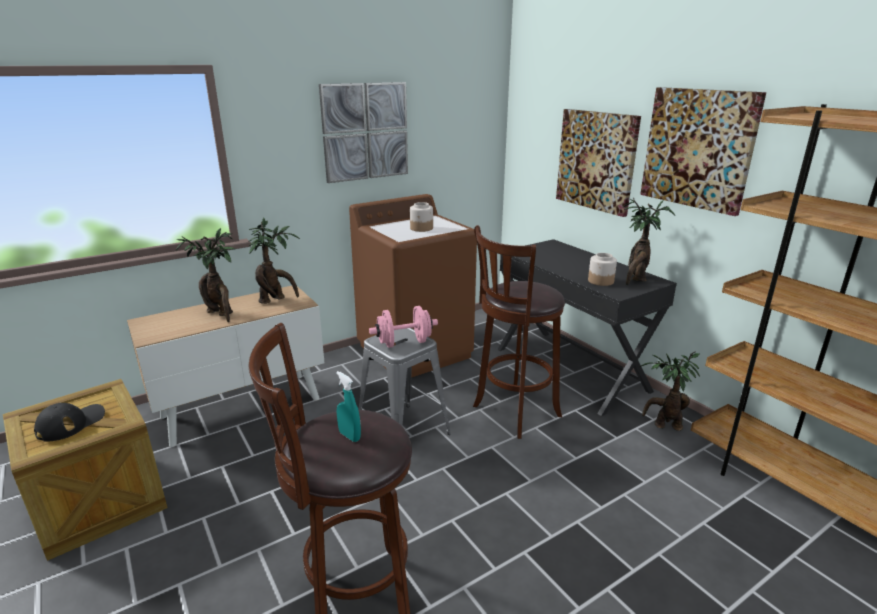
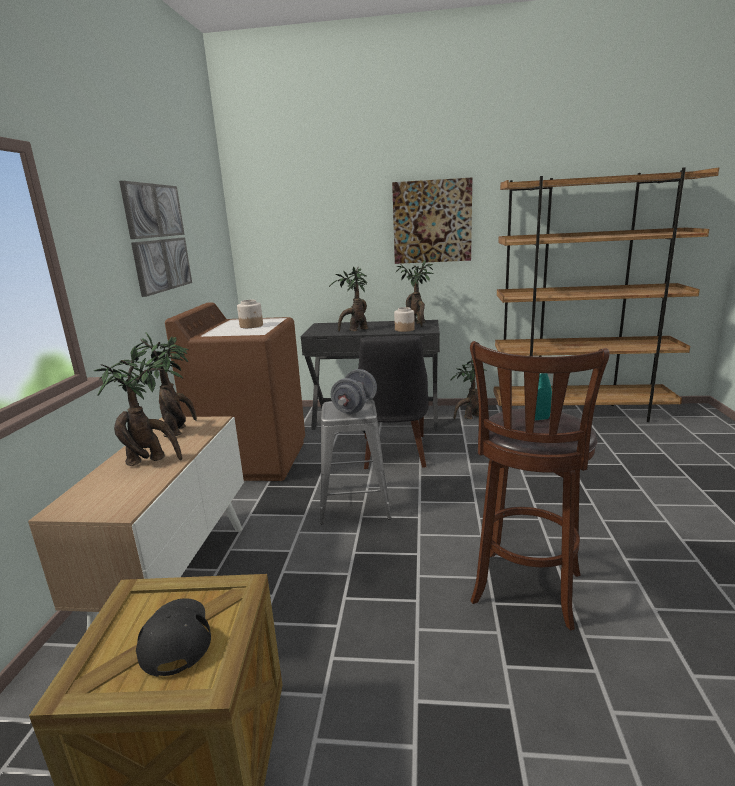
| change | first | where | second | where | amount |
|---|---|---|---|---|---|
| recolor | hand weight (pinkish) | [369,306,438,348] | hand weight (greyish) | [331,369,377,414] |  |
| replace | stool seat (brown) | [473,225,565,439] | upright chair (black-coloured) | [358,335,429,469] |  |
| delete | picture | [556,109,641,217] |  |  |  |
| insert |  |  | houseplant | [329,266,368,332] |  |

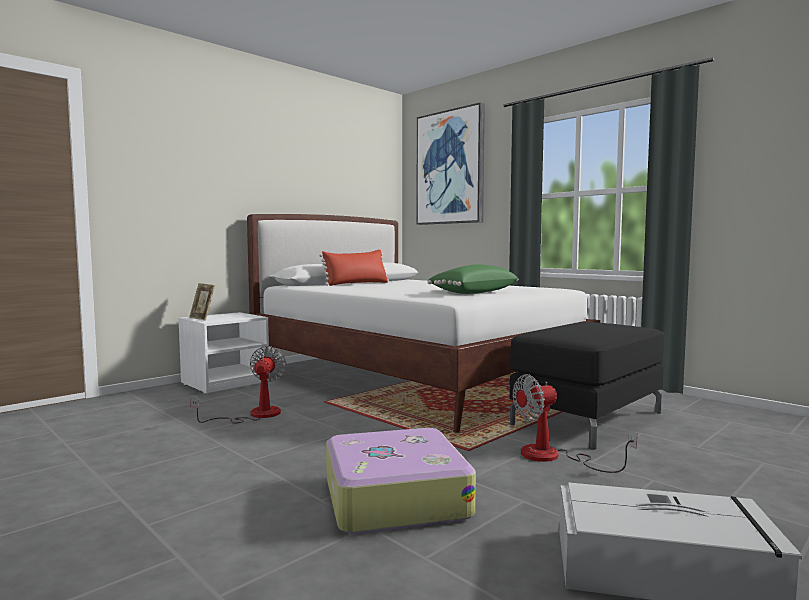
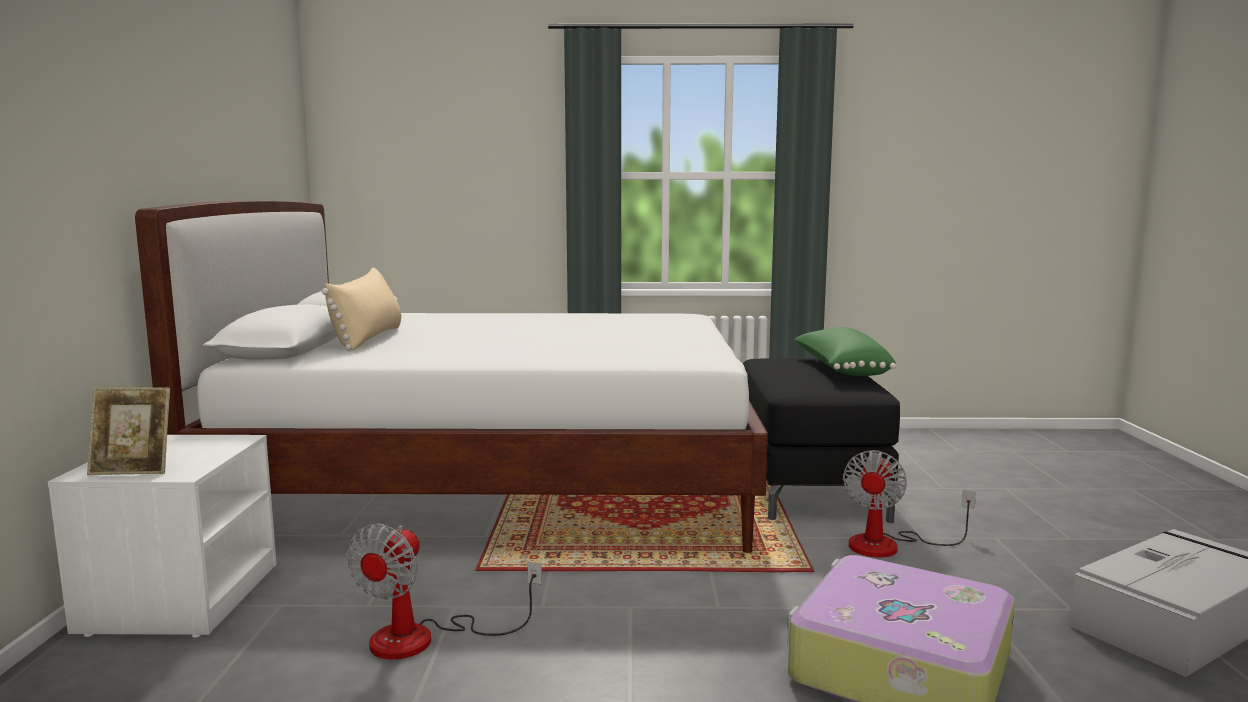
| change | first | where | second | where | amount |
|---|---|---|---|---|---|
| rotate | electric fan | [190,346,286,423] |  | [347,523,542,659] | 120 degrees counterclockwise |
| recolor | throw pillow (red-coloured) | [319,249,389,286] | throw pillow (beige-coloured) | [321,267,401,351] |  |
| delete | picture | [417,102,485,225] |  |  |  |
| move | throw pillow (greenish) | [428,264,518,294] |  | [794,327,896,376] |  |

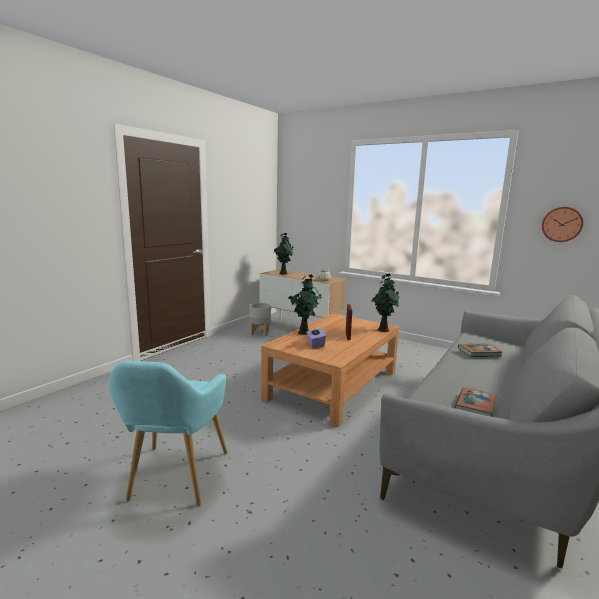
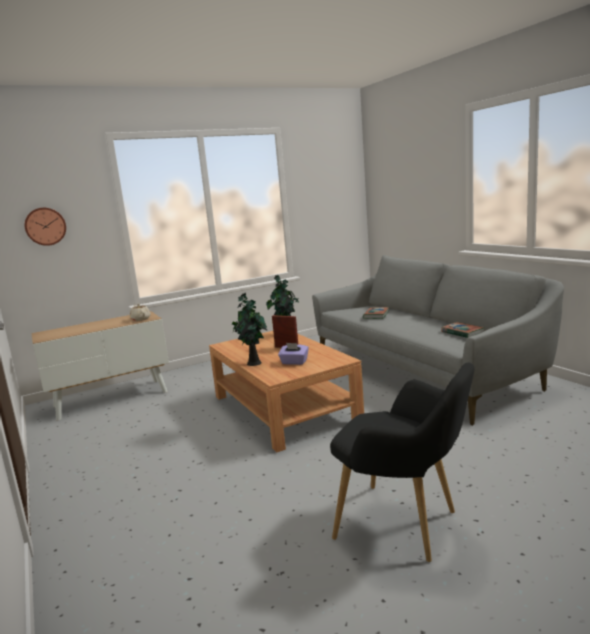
| change | first | where | second | where | amount |
|---|---|---|---|---|---|
| recolor | lounge chair (turquoise) | [109,361,227,506] | lounge chair (black-coloured) | [330,363,475,562] |  |
| delete | flower pot (greyish) | [250,303,271,336] |  |  |  |
| delete | houseplant | [273,233,294,275] |  |  |  |
| move | clock on the wall | [542,207,583,242] |  | [25,208,66,246] |  |

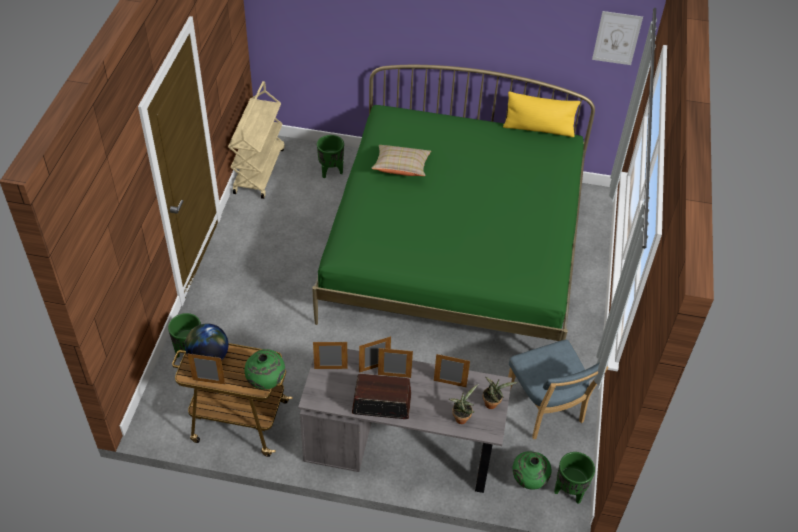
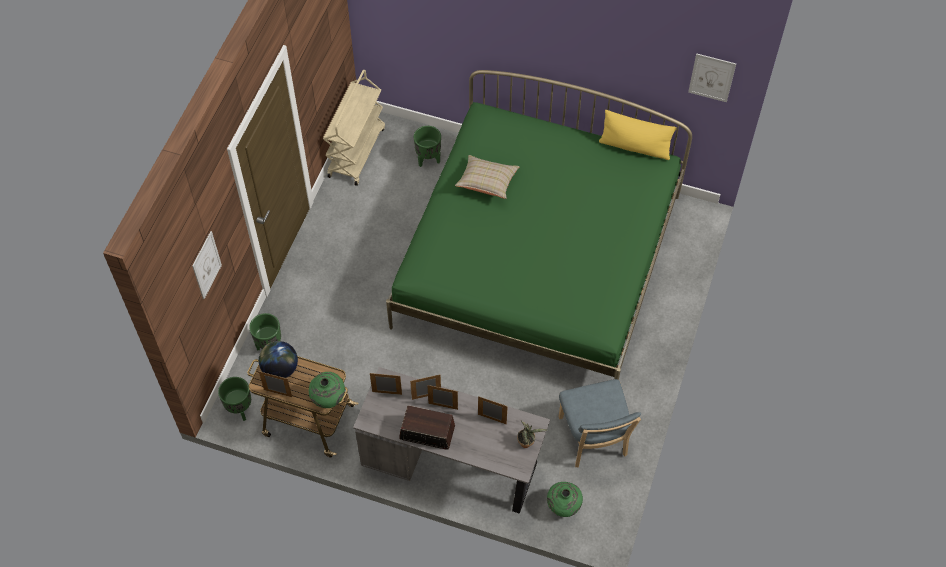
| change | first | where | second | where | amount |
|---|---|---|---|---|---|
| delete | houseplant | [448,384,478,424] |  |  |  |
| move | flower pot (greenish) | [554,452,595,504] |  | [218,377,251,421] |  |
| insert |  |  | picture | [192,231,222,299] |  |

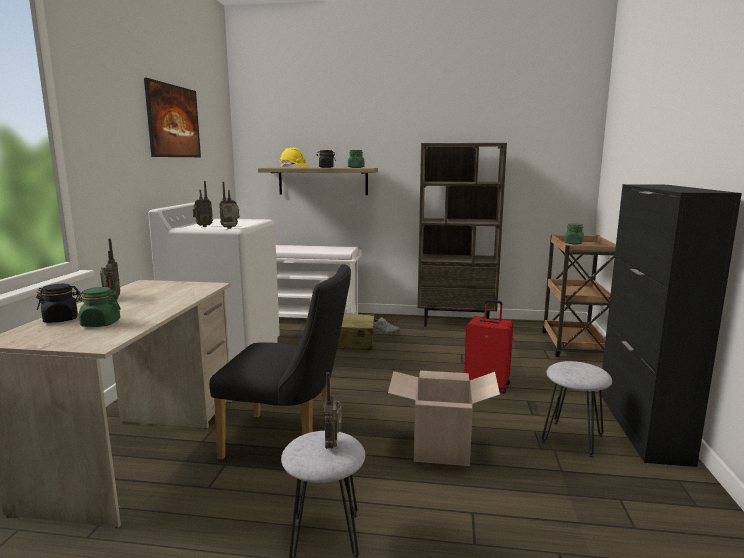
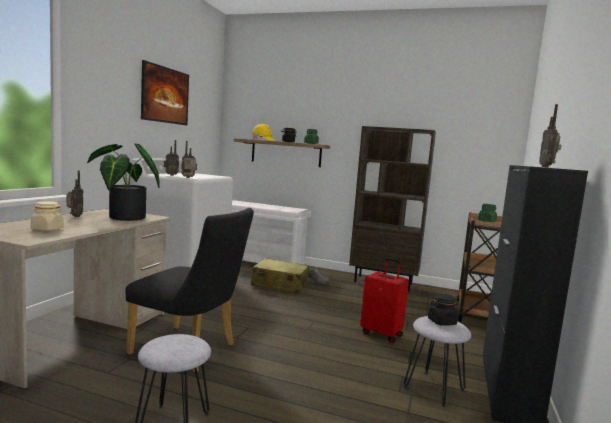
| change | first | where | second | where | amount |
|---|---|---|---|---|---|
| move | preserve jar (black-coloured) | [36,284,80,323] |  | [428,294,459,326] |  |
| recolor | preserve jar (greenish) | [75,287,121,327] | preserve jar (beige-coloured) | [31,201,64,231] |  |
| move | radio receiver | [324,372,342,449] |  | [539,104,561,167] |  |
| delete | cardboard box | [388,371,500,466] |  |  |  |
| insert |  |  | houseplant | [87,144,159,221] |  |

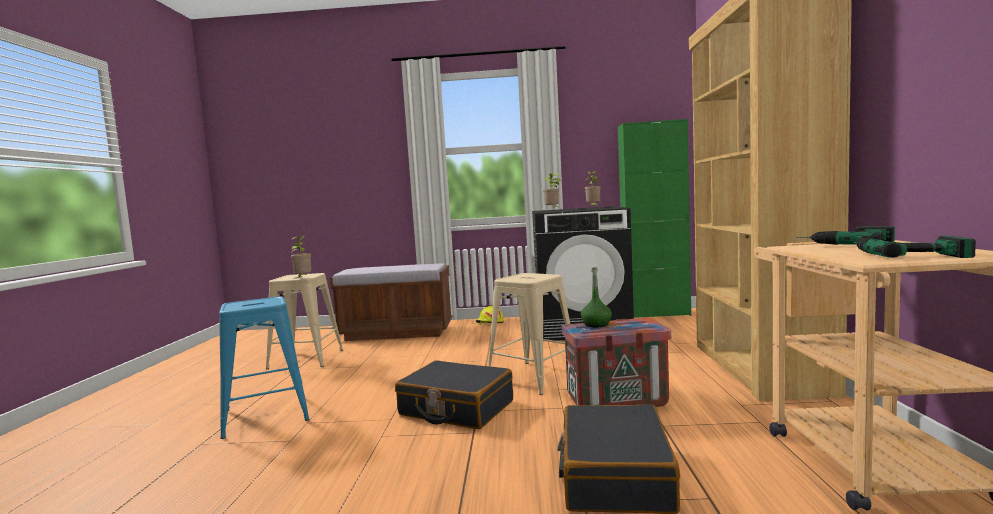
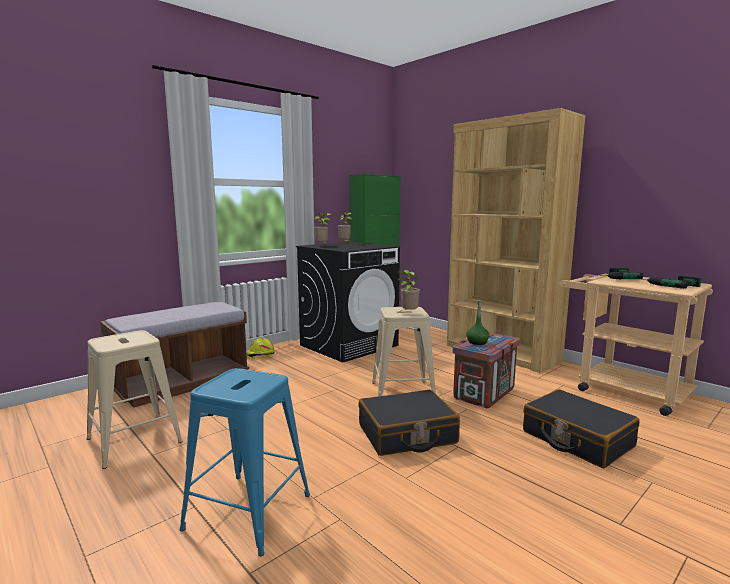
| change | first | where | second | where | amount |
|---|---|---|---|---|---|
| move | houseplant | [290,235,311,278] |  | [397,270,420,313] |  |

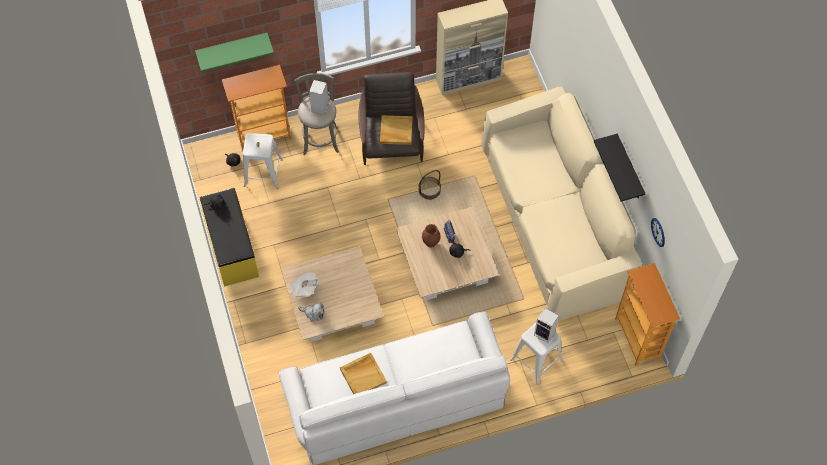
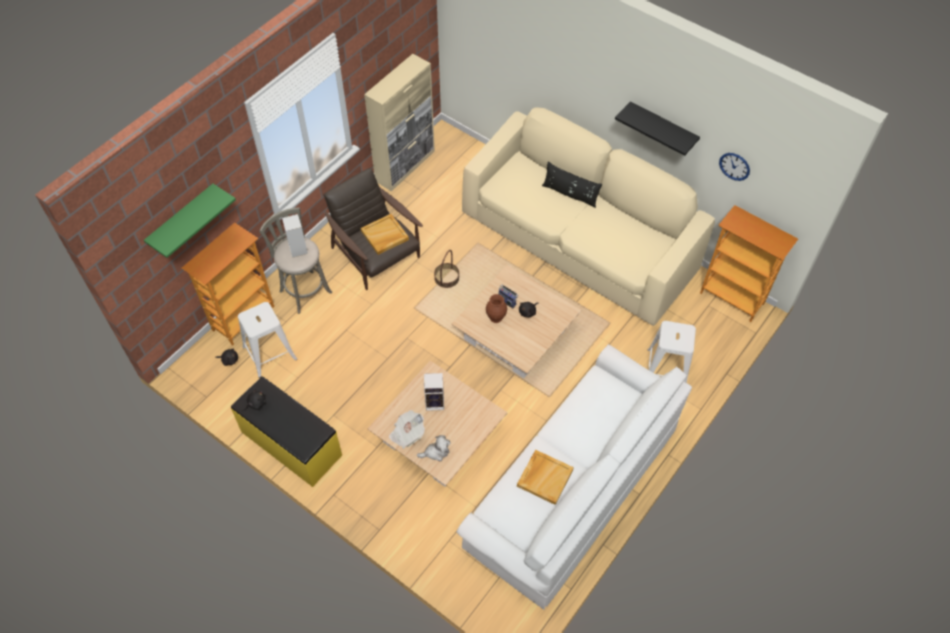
| change | first | where | second | where | amount |
|---|---|---|---|---|---|
| move | loudspeaker | [534,308,559,343] |  | [424,373,444,411] |  |
| insert |  |  | throw pillow (black-coloured) | [542,161,602,208] |  |

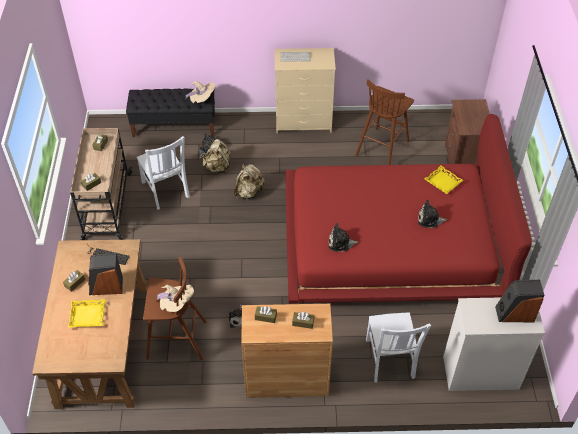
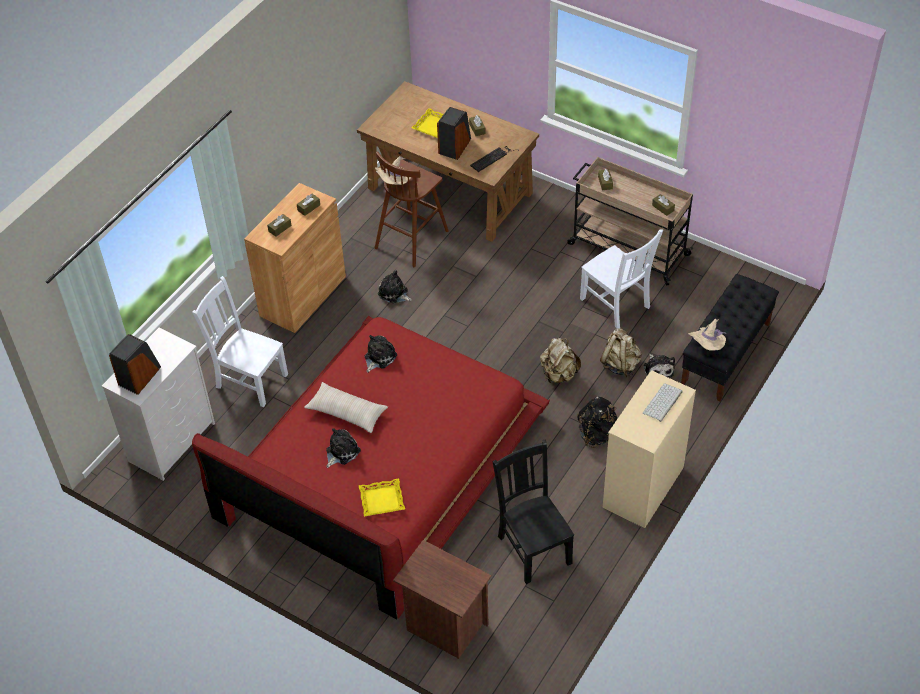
| change | first | where | second | where | amount |
|---|---|---|---|---|---|
| rotate | upright chair (whitish) | [137,136,190,210] |  | [580,229,663,329] | 135 degrees counterclockwise |
| replace | stool seat (brown) | [355,79,414,165] | upright chair (black-coloured) | [493,440,574,584] |  |
| insert |  |  | throw pillow (beige-coloured) | [304,382,388,433] |  |
| insert |  |  | rucksack (black-coloured) | [577,397,618,448] |  |

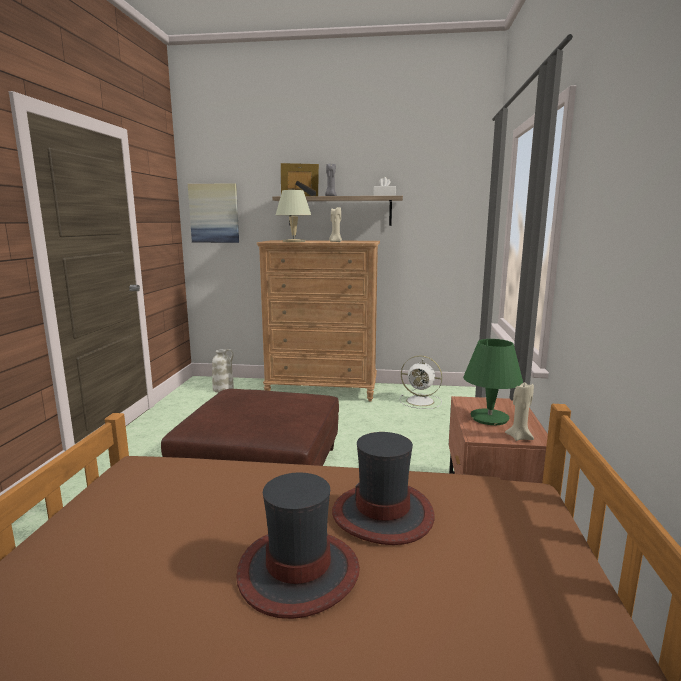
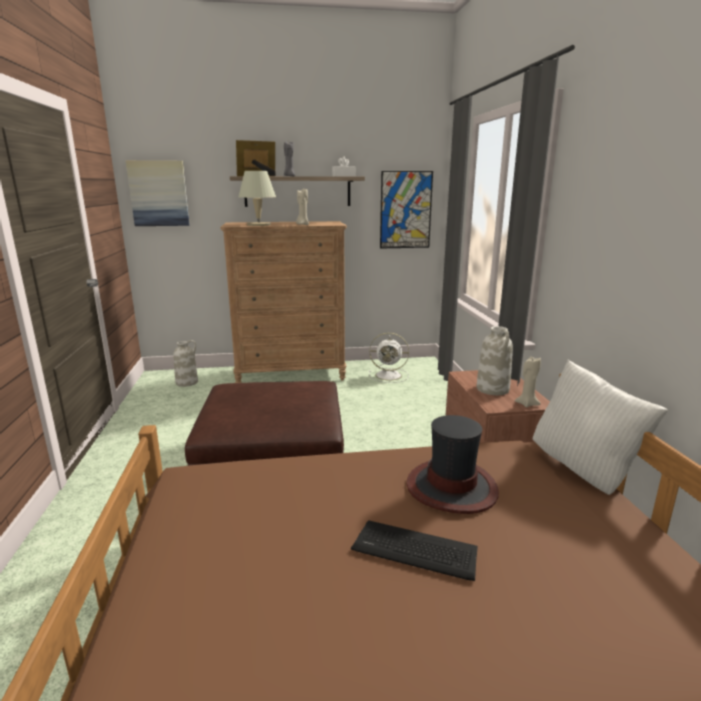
| change | first | where | second | where | amount |
|---|---|---|---|---|---|
| replace | clothing hat | [236,472,360,619] | computer keyboard | [351,520,478,581] |  |
| replace | lamp for a table (greenish) | [463,339,523,425] | decorative vase (whitish) | [476,326,513,395] |  |
| insert |  |  | picture | [380,171,433,248] |  |
| insert |  |  | throw pillow (whitish) | [533,359,668,495] |  |

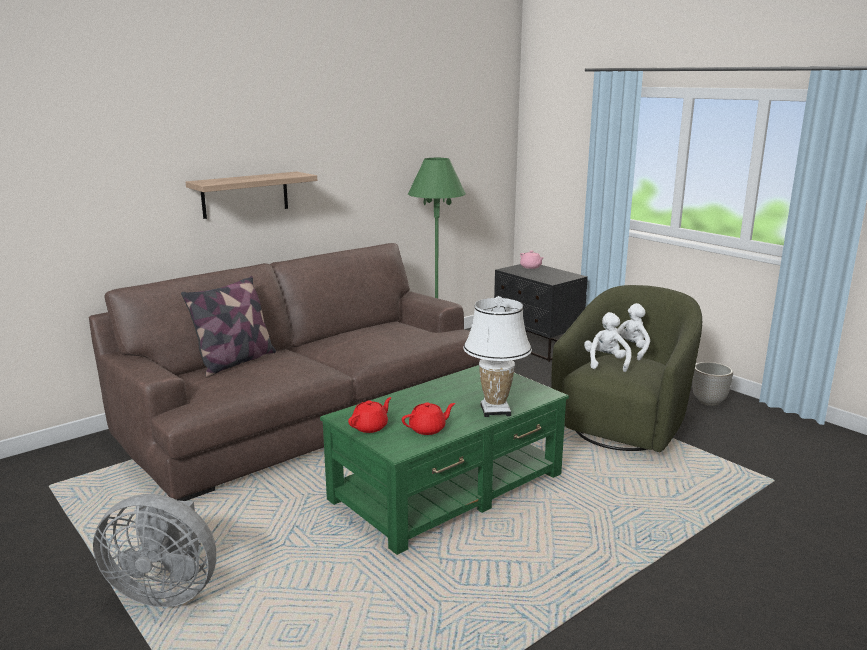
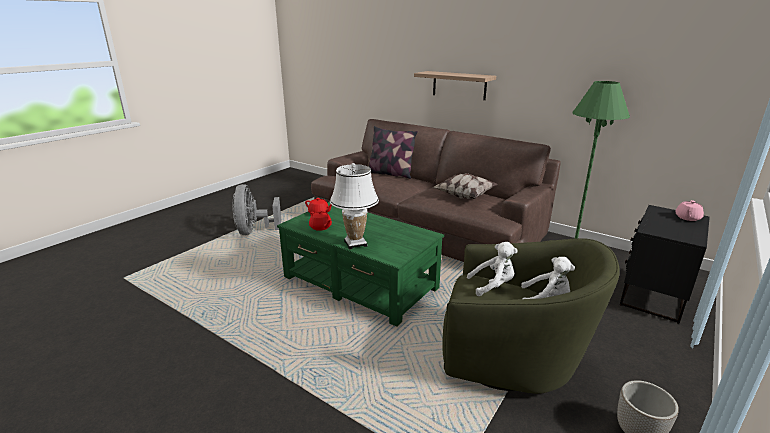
| change | first | where | second | where | amount |
|---|---|---|---|---|---|
| insert |  |  | throw pillow | [434,173,498,199] |  |

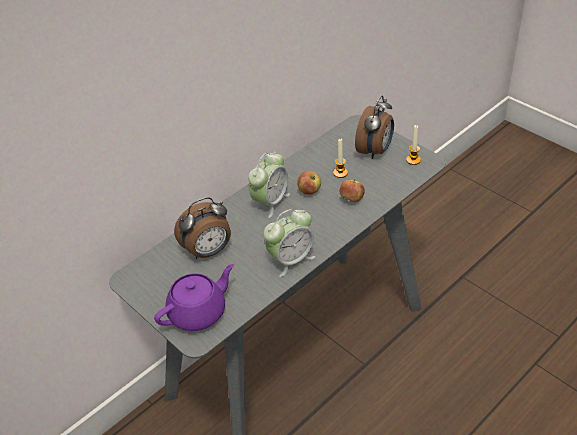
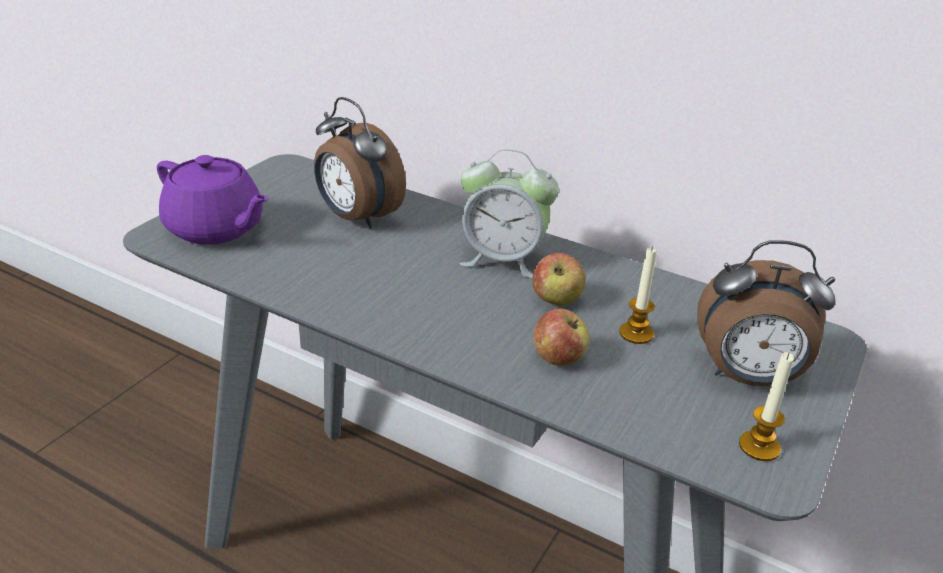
| change | first | where | second | where | amount |
|---|---|---|---|---|---|
| delete | table clock | [263,209,315,277] |  |  |  |

